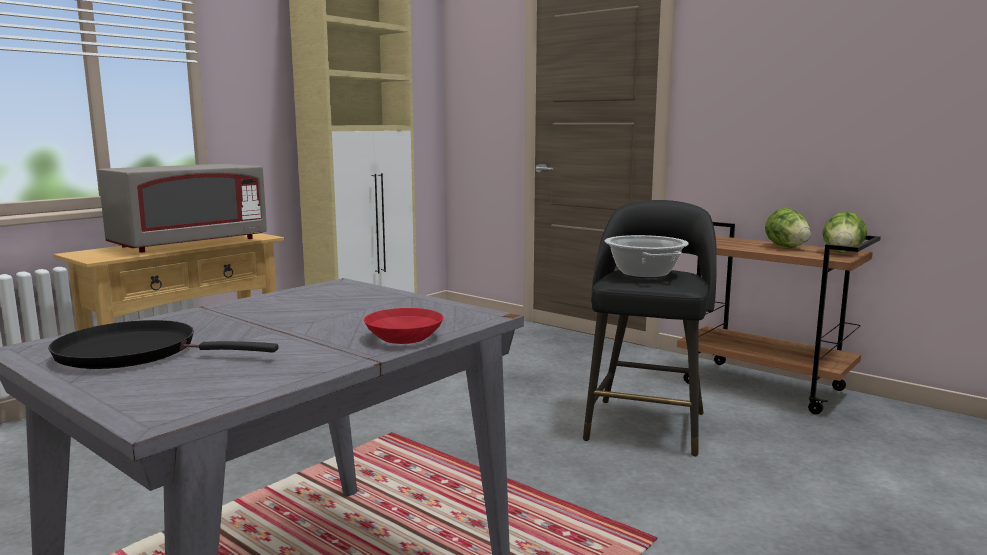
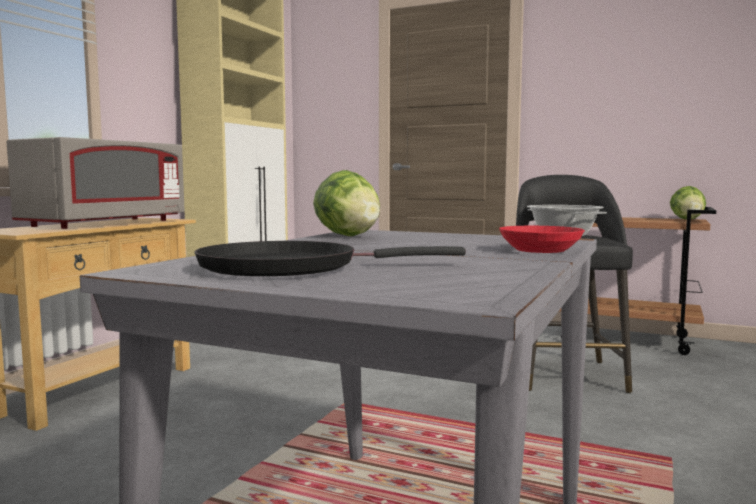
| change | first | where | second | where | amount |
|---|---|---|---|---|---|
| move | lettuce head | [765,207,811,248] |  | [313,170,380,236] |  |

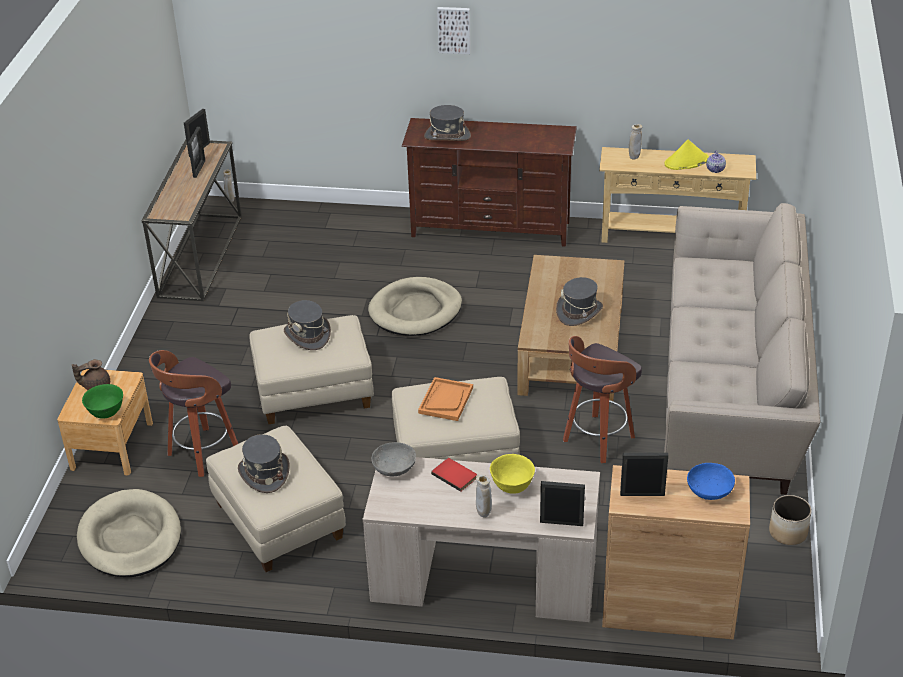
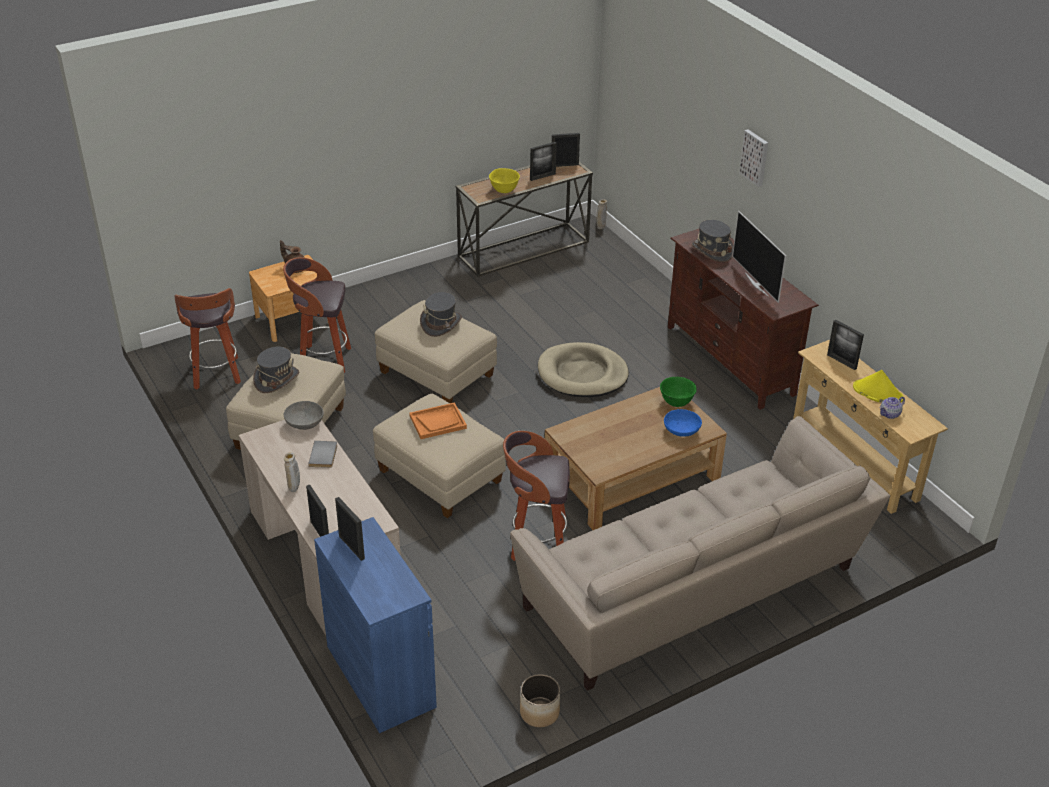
| change | first | where | second | where | amount |
|---|---|---|---|---|---|
| replace | pet bed (beige-coloured) | [77,489,181,577] | stool seat | [174,288,241,389] |  |
| move | bowl (greenish) | [82,384,123,419] |  | [660,377,697,407] |  |
| recolor | book (red-coloured) | [431,458,477,492] | book (greyish) | [308,441,337,468] |  |
| move | bowl (yellow-coloured) | [490,454,535,494] |  | [489,168,520,193] |  |
| delete | clothing hat (greyish) | [556,277,603,326] |  |  |  |
| recolor | cabinet (brown) | [602,465,750,640] | cabinet (bluish) | [314,517,437,733] |  |
| replace | decorative vase (beige-coloured) | [629,124,642,159] | standing frame | [827,320,864,370] |  |
| move | bowl (bluish) | [687,463,735,500] |  | [664,409,702,437] |  |
| insert |  |  | TV set | [732,211,786,303] |  |

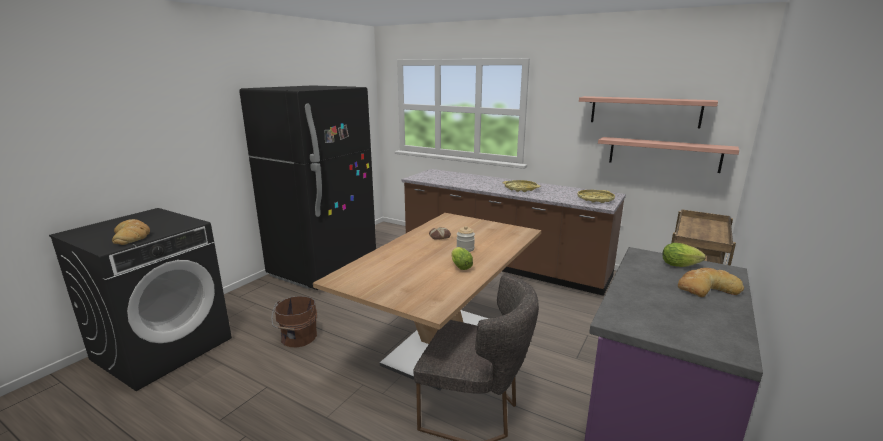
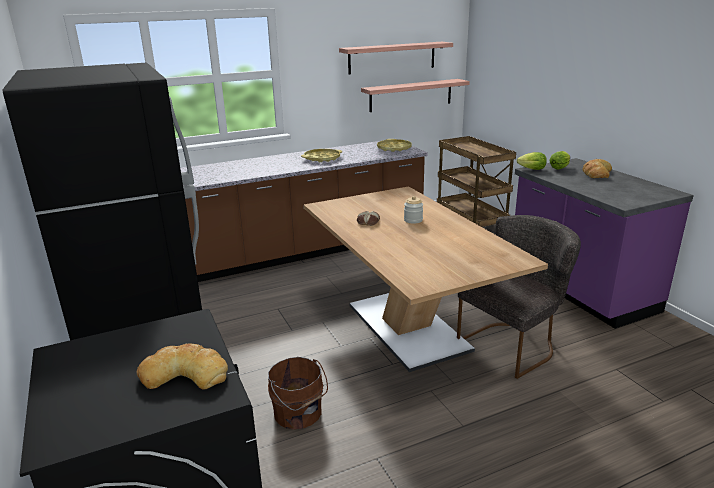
| change | first | where | second | where | amount |
|---|---|---|---|---|---|
| move | lettuce head | [451,247,473,270] |  | [517,152,547,170] |  |

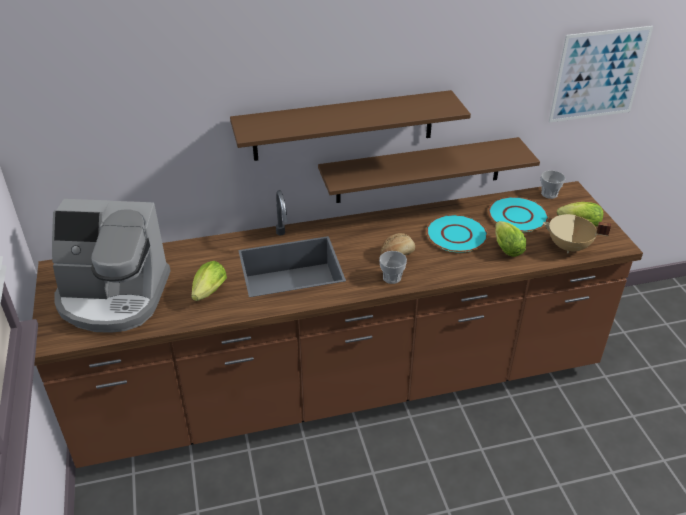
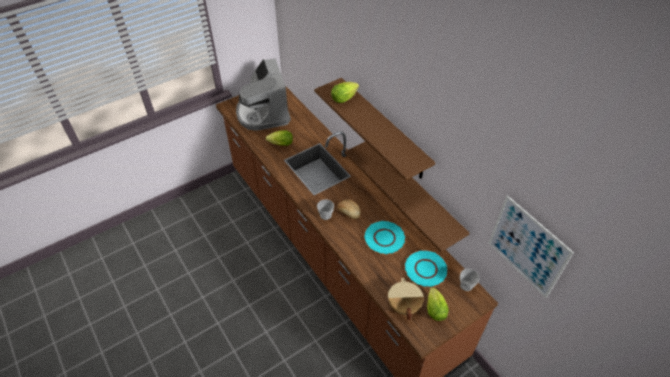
| change | first | where | second | where | amount |
|---|---|---|---|---|---|
| move | lettuce head | [495,221,526,257] |  | [331,82,359,103] |  |

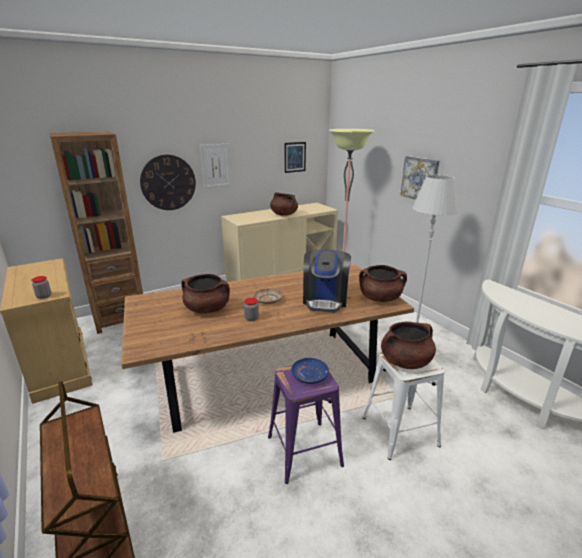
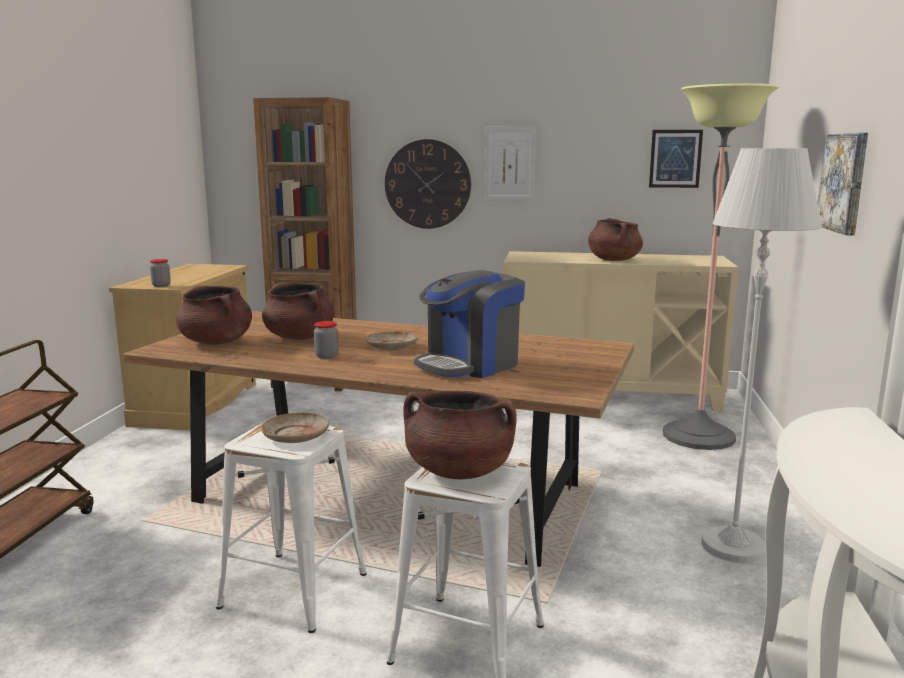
| change | first | where | second | where | amount |
|---|---|---|---|---|---|
| recolor | stool seat (purplish) | [268,365,344,484] | stool seat (whitish) | [216,422,367,633] |  |
| recolor | flat dish (bluish) | [291,358,329,384] | flat dish (beige-coloured) | [261,412,329,443] |  |
| move | cooking pot (brown) | [359,265,407,302] |  | [176,286,252,345] |  |

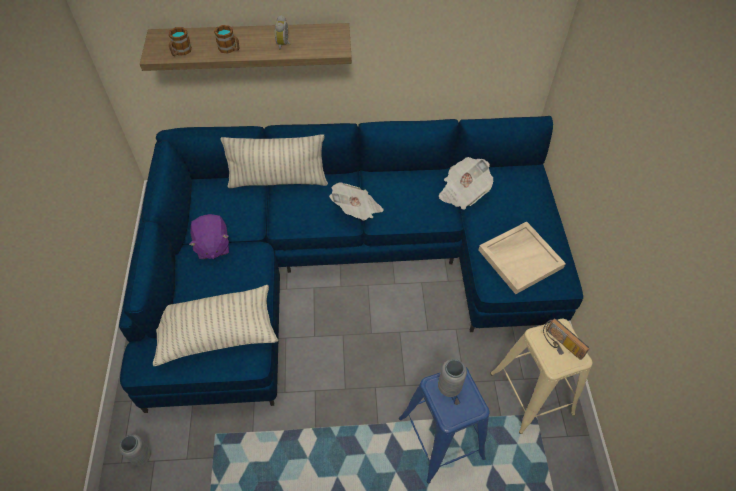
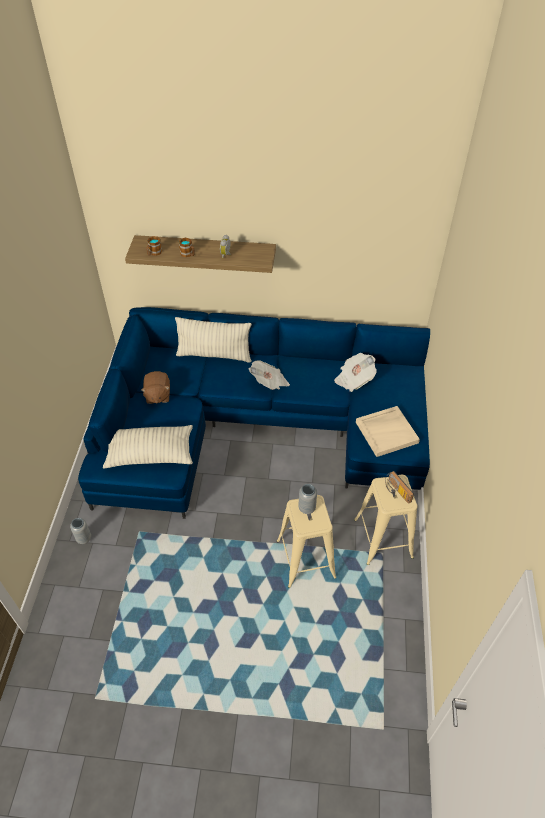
| change | first | where | second | where | amount |
|---|---|---|---|---|---|
| recolor | soft toy (purplish) | [189,214,229,259] | soft toy (brown) | [141,371,170,404] |  |
| recolor | stool seat (bluish) | [399,367,490,483] | stool seat (beige-coloured) | [277,495,337,588] |  |

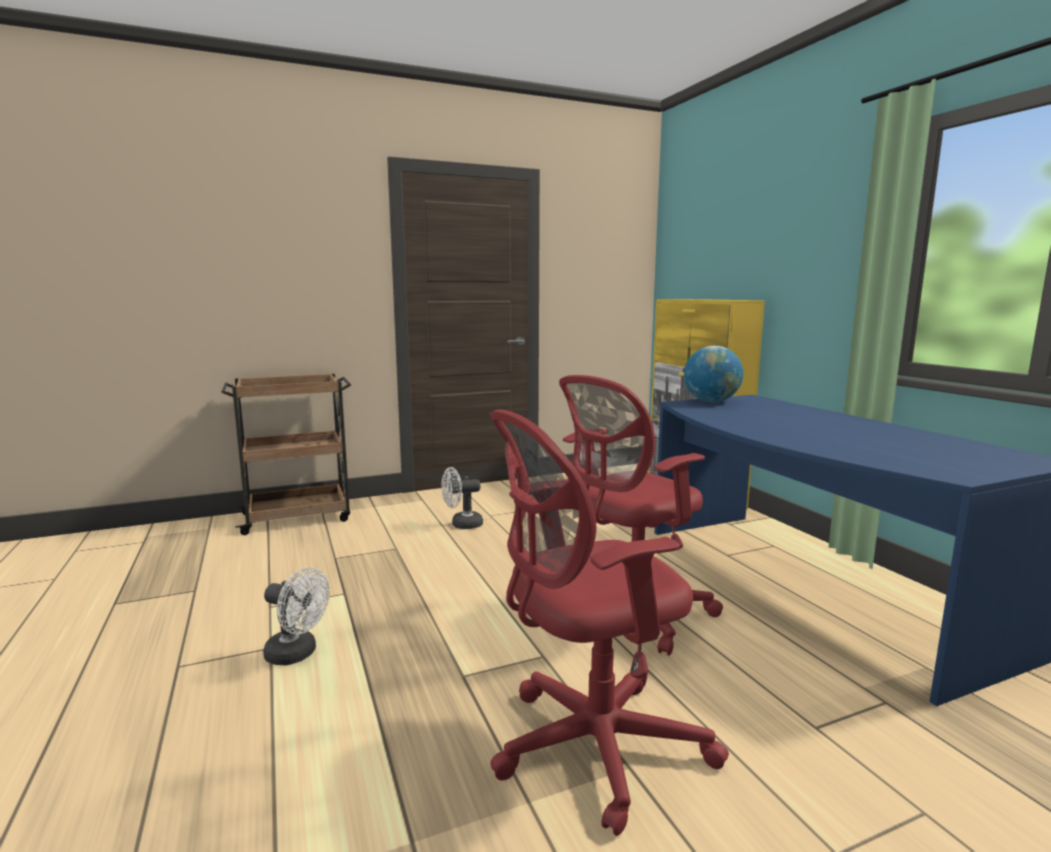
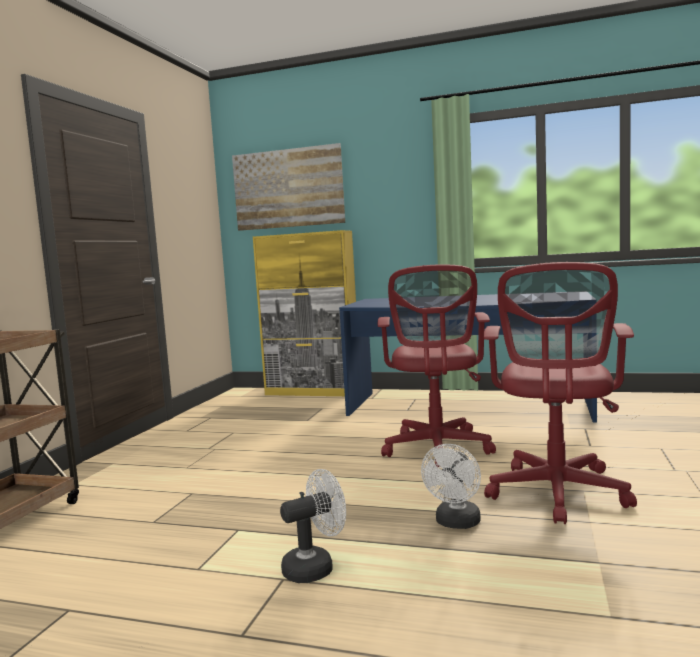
| change | first | where | second | where | amount |
|---|---|---|---|---|---|
| move | electric fan (whitish) | [441,467,483,529] |  | [421,444,481,529] |  |
| delete | world globe | [684,346,743,402] |  |  |  |
| insert |  |  | picture | [232,143,345,231] |  |

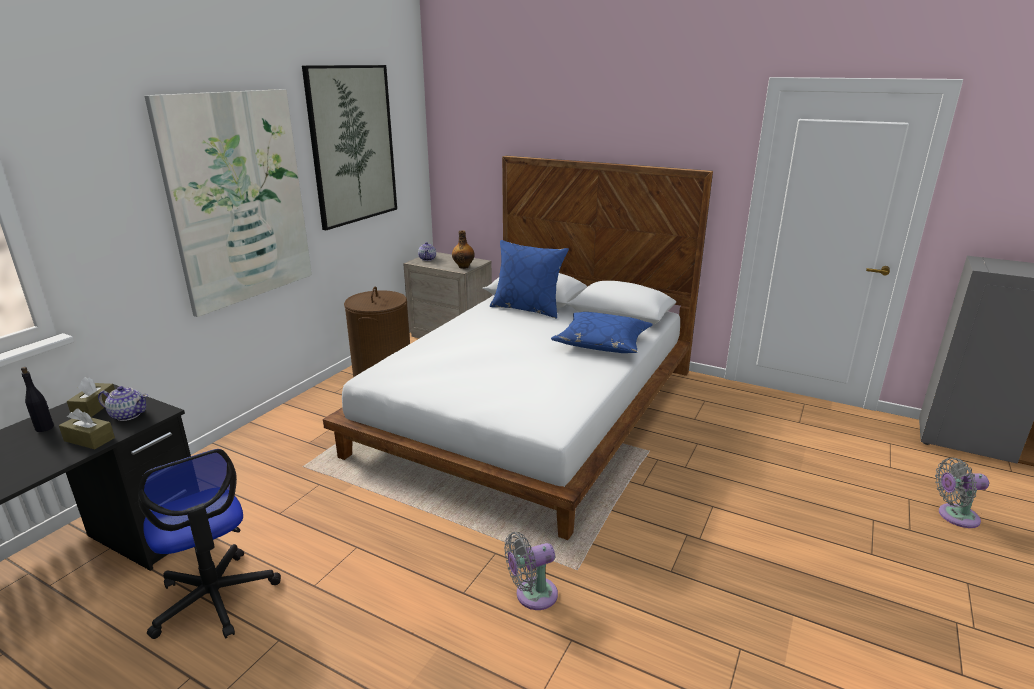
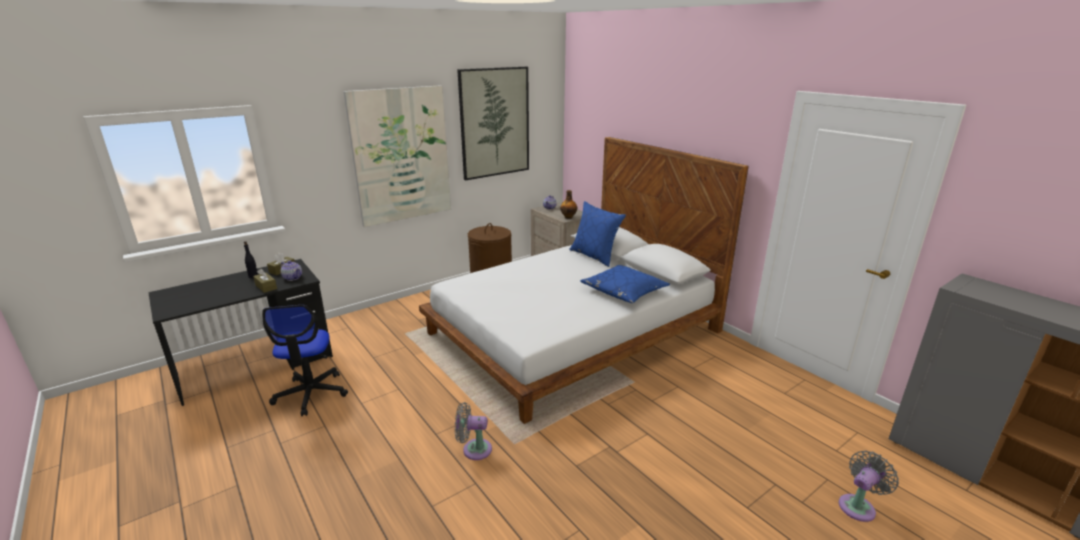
| change | first | where | second | where | amount |
|---|---|---|---|---|---|
| rotate | electric fan (greyish) | [935,458,989,528] |  | [838,451,899,522] | 120 degrees clockwise |

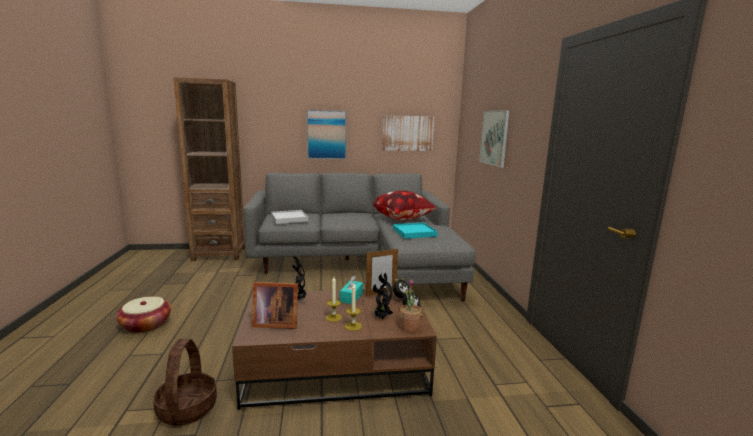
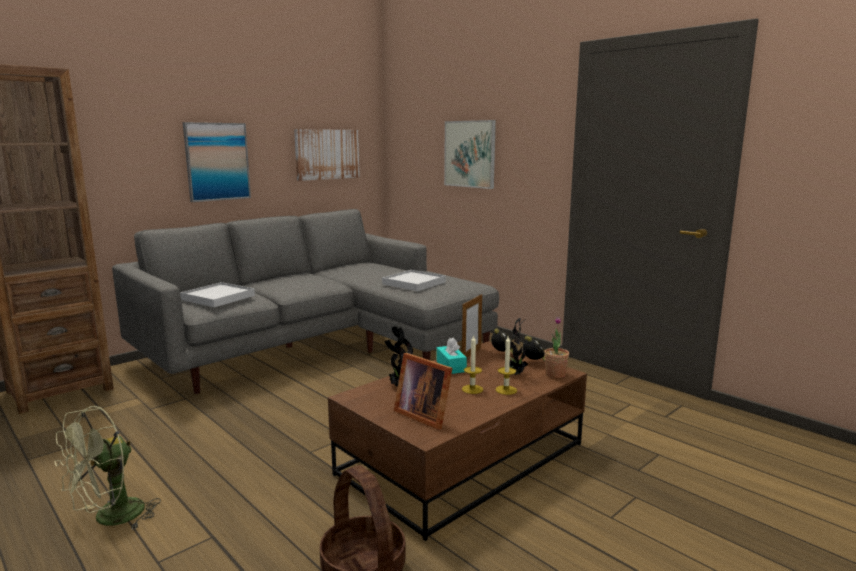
| change | first | where | second | where | amount |
|---|---|---|---|---|---|
| replace | storage basket | [116,296,171,333] | electric fan (greenish) | [54,406,161,530] |  |
| rotate | standing frame | [251,282,298,329] |  | [394,353,452,430] | 75 degrees clockwise |
| delete | throw pillow | [373,191,436,221] |  |  |  |
| recolor | serving tray (turquoise) | [393,223,438,239] | serving tray (whitish) | [382,270,446,291] |  |

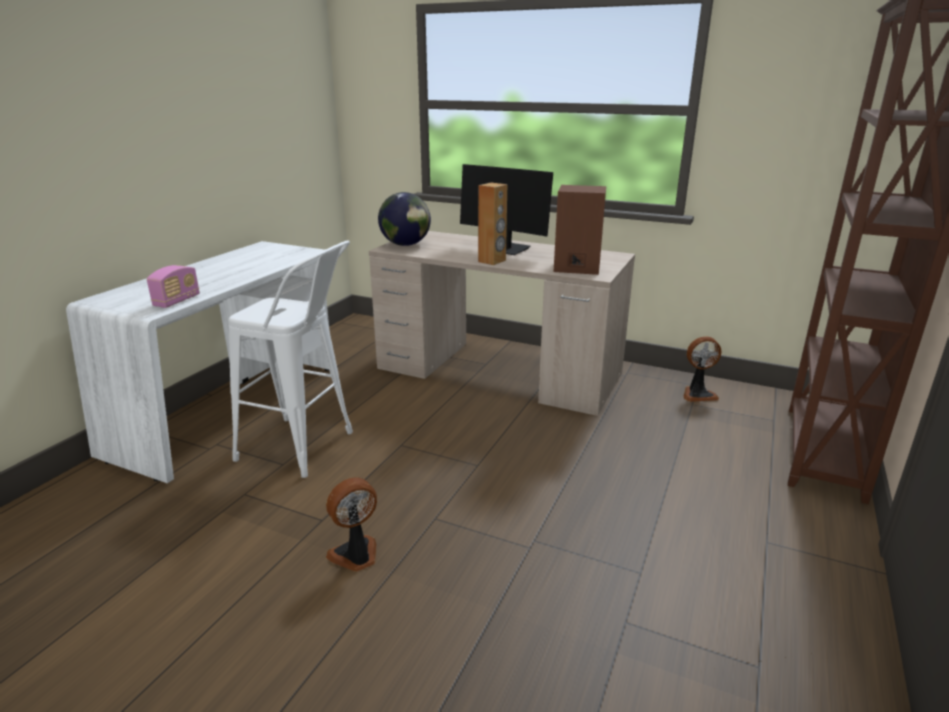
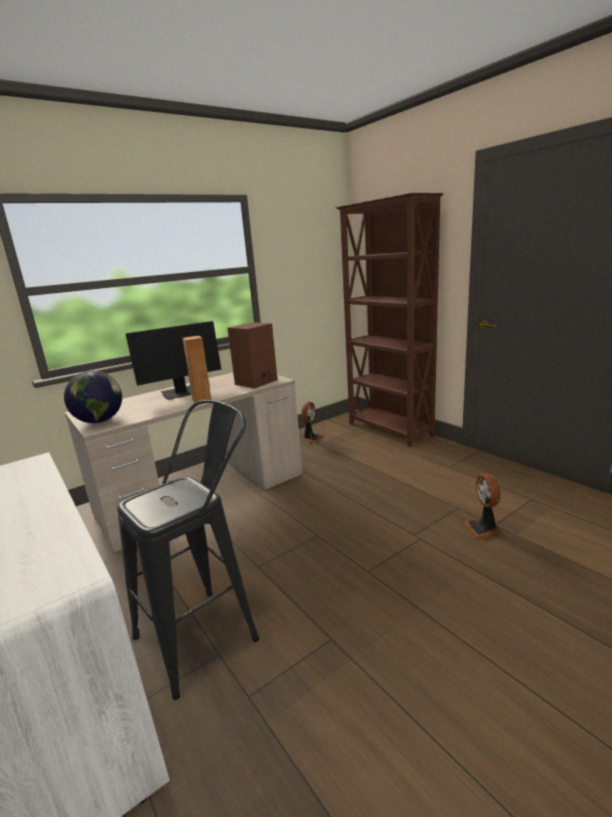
| change | first | where | second | where | amount |
|---|---|---|---|---|---|
| delete | radio receiver | [147,265,200,308] |  |  |  |
| recolor | stool seat (whitish) | [228,240,353,478] | stool seat (black-coloured) | [117,400,259,700] |  |
| move | electric fan | [326,478,377,572] |  | [463,473,501,540] |  |

